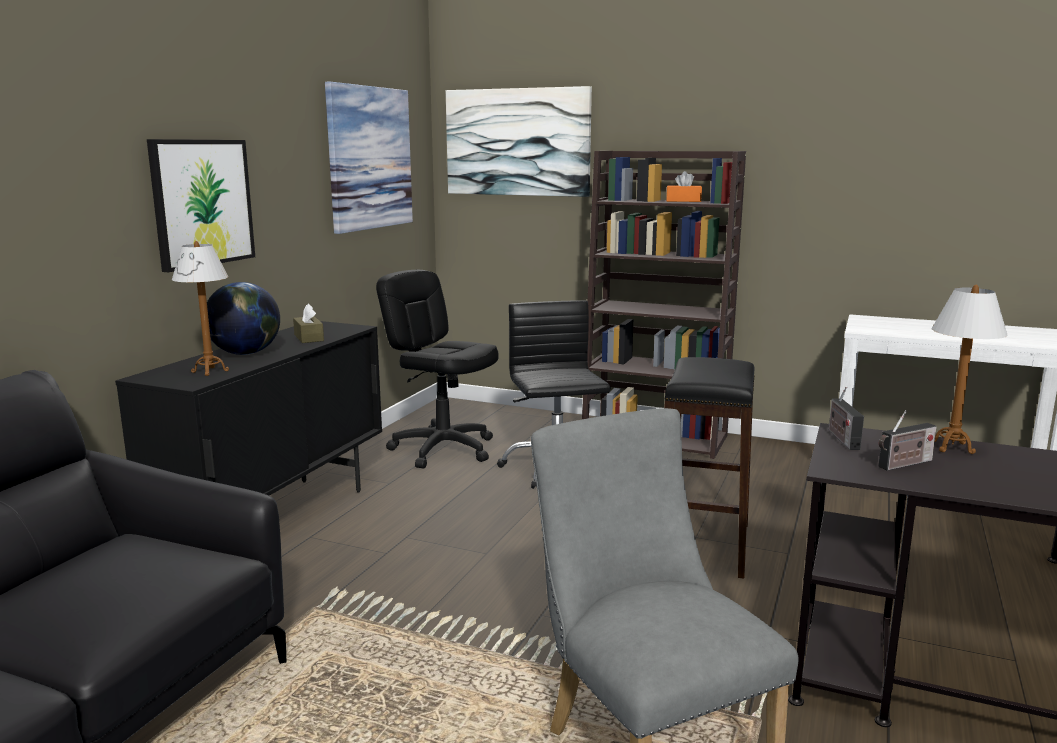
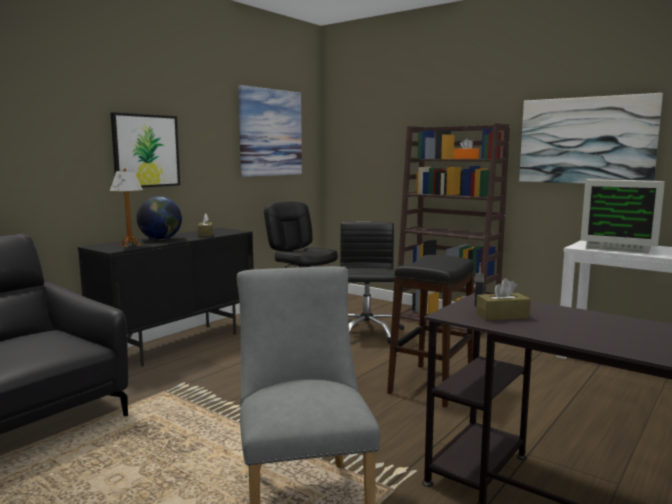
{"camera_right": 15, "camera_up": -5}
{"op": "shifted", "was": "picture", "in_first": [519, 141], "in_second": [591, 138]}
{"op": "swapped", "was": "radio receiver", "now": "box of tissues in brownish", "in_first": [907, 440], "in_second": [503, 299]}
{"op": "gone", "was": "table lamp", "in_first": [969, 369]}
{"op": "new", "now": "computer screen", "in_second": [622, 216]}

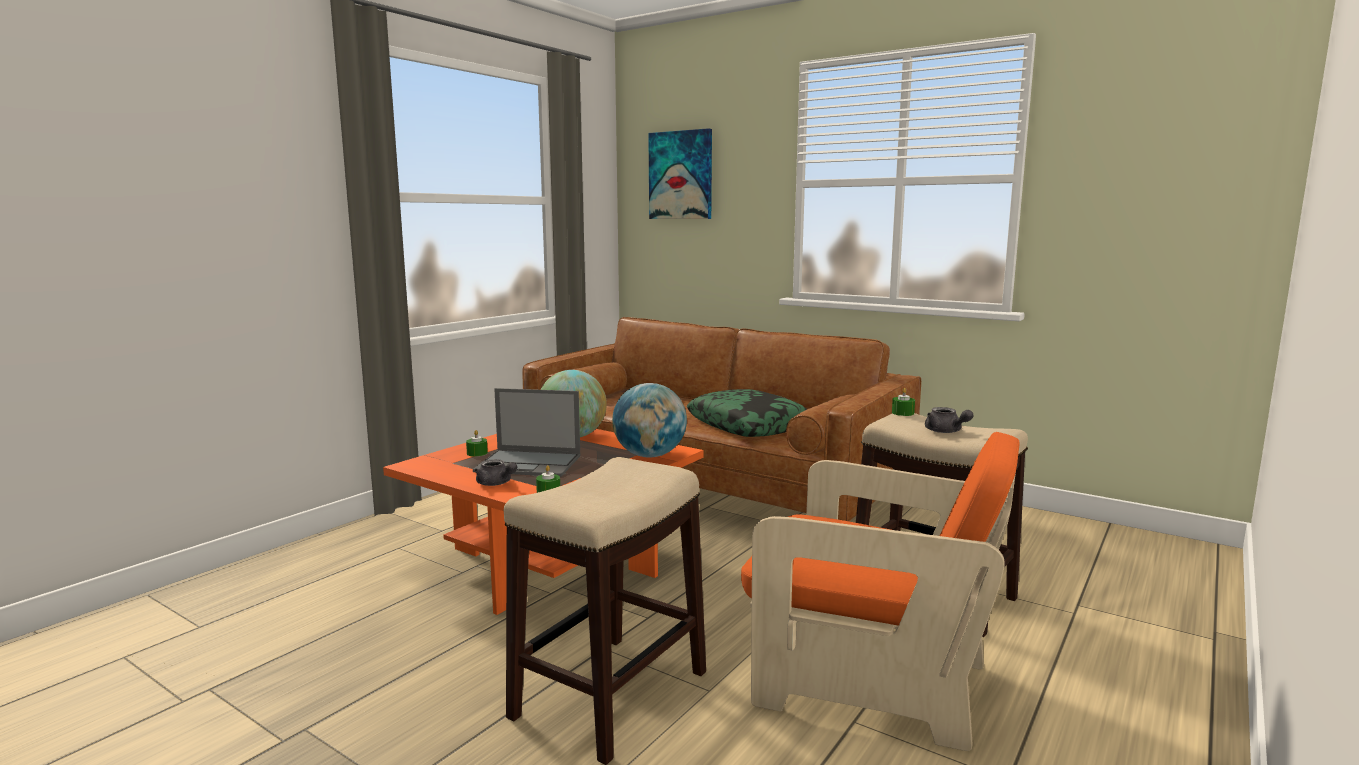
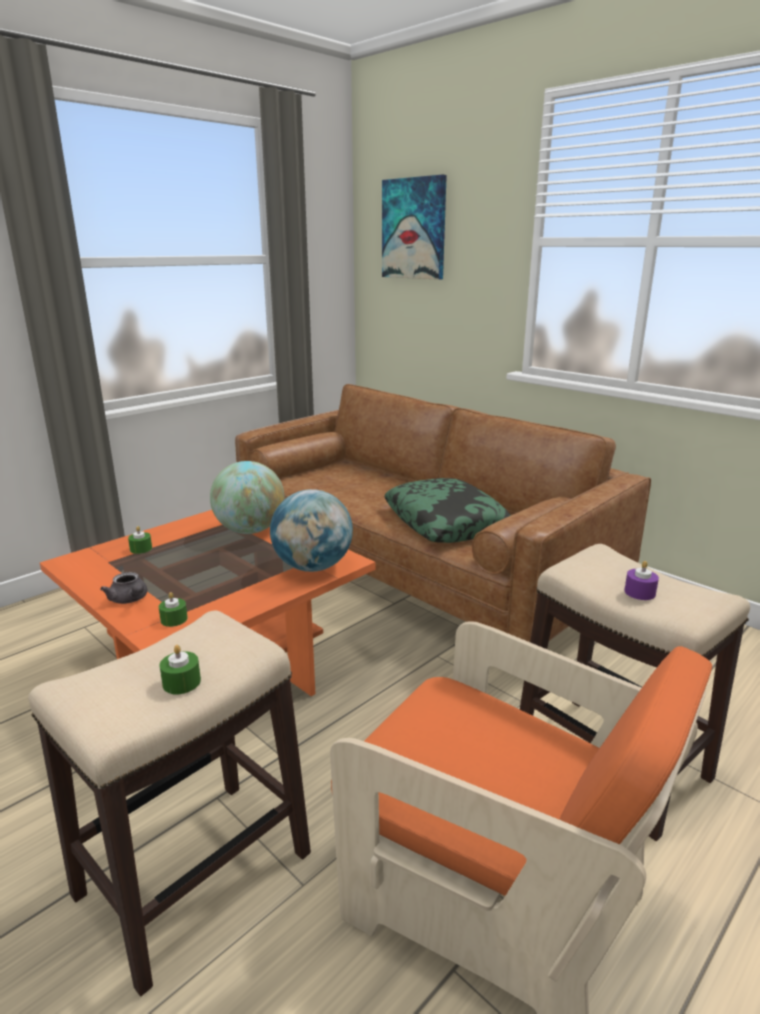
{"camera_right": 10, "camera_up": 10}
{"op": "gone", "was": "laptop", "in_first": [527, 432]}
{"op": "shifted", "was": "wax candle in greenish", "in_first": [903, 402], "in_second": [180, 669]}
{"op": "swapped", "was": "pot for tea in greyish", "now": "wax candle in purple-coloured", "in_first": [949, 420], "in_second": [641, 580]}

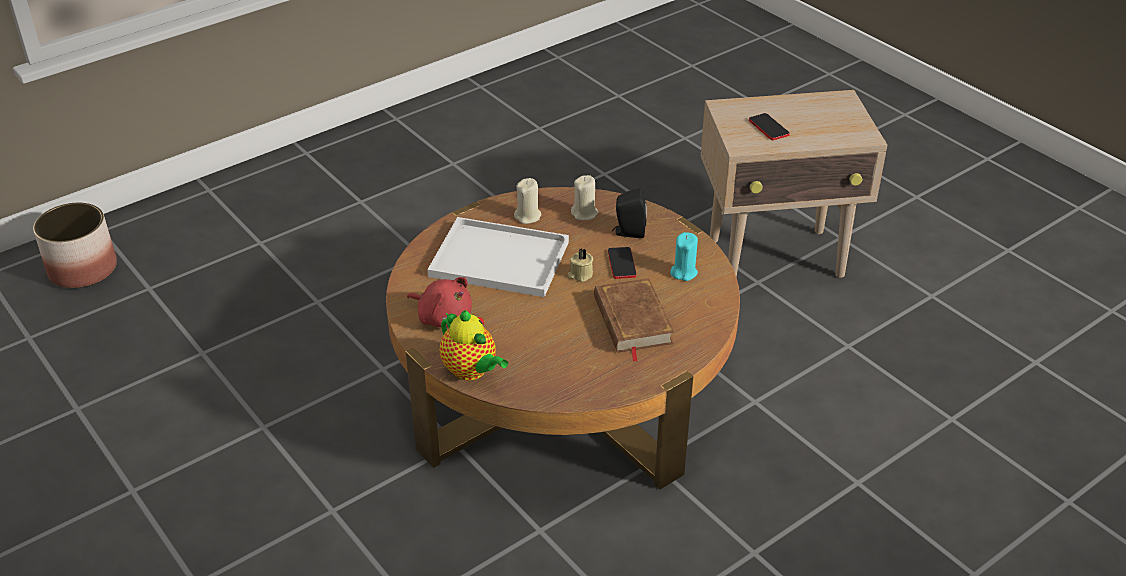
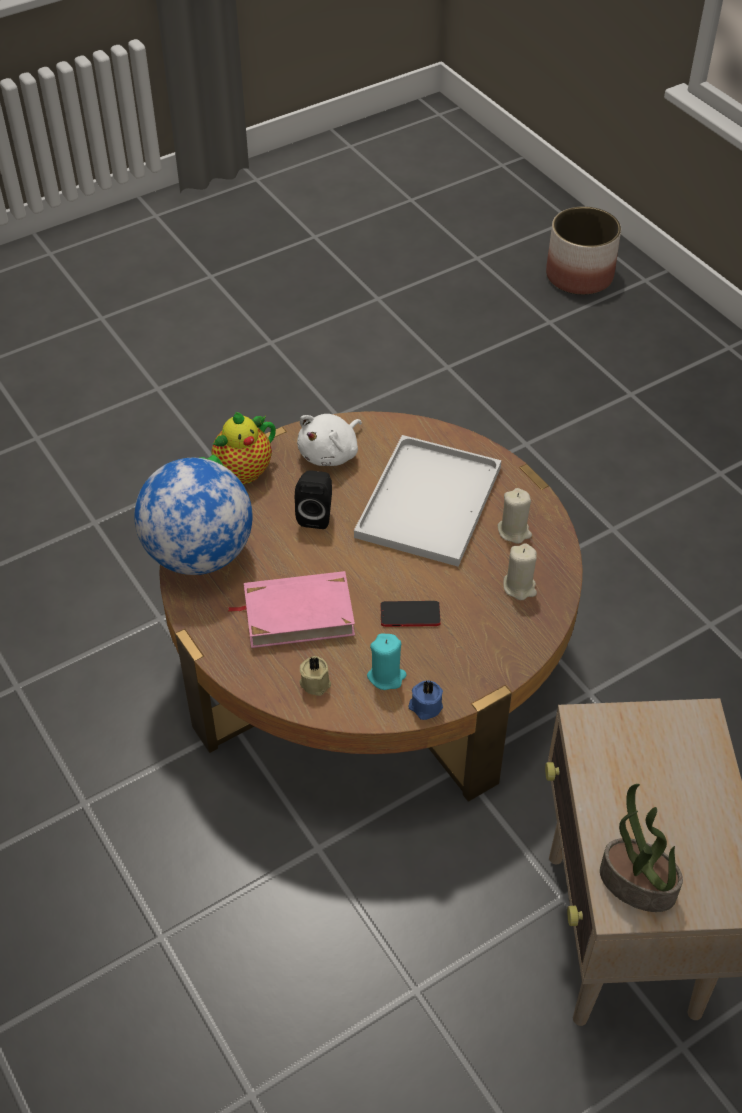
{"camera_right": 95, "camera_up": 10}
{"op": "repainted", "was": "soft toy in red-coloured", "now": "soft toy in white-coloured", "in_first": [439, 302], "in_second": [329, 440]}
{"op": "shifted", "was": "wax candle in beige", "in_first": [580, 265], "in_second": [315, 676]}
{"op": "repainted", "was": "volume in brownish", "now": "volume in pink-coloured", "in_first": [634, 320], "in_second": [291, 609]}
{"op": "shifted", "was": "audio speaker in black", "in_first": [629, 213], "in_second": [313, 499]}
{"op": "gone", "was": "phone", "in_first": [769, 126]}
{"op": "new", "now": "desk globe", "in_second": [193, 516]}
{"op": "new", "now": "wax candle in blue", "in_second": [425, 700]}
{"op": "new", "now": "houseplant", "in_second": [641, 848]}

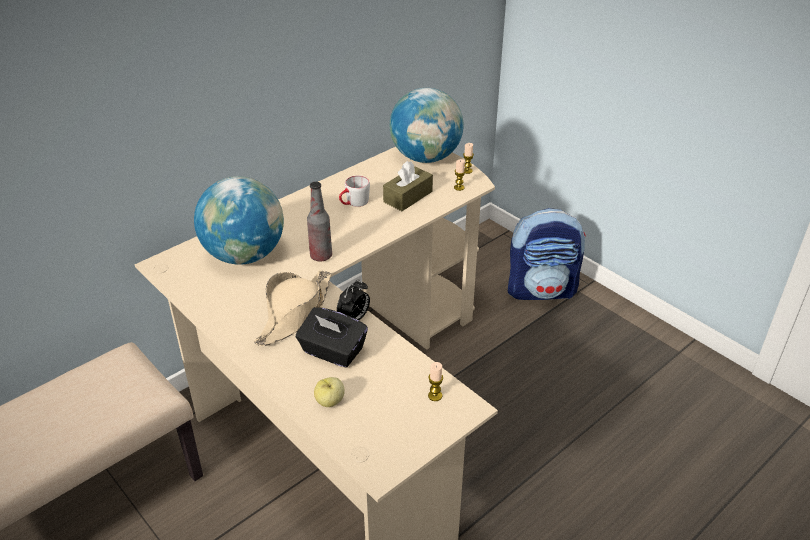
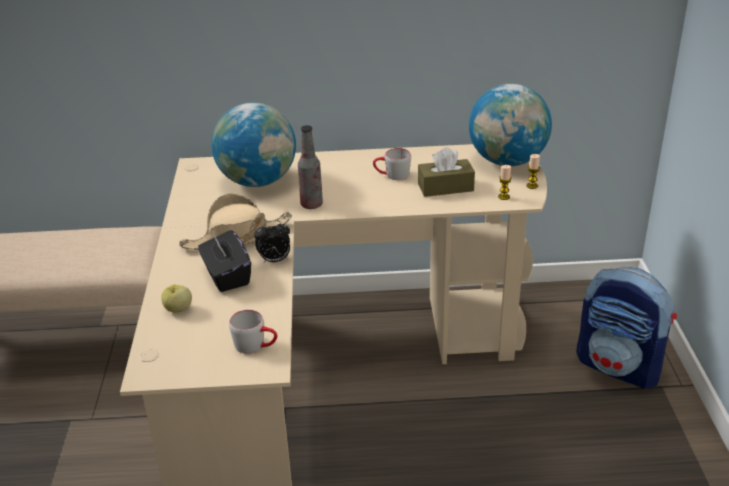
{"camera_right": 40, "camera_up": -5}
{"op": "swapped", "was": "wax candle", "now": "mug in greyish", "in_first": [435, 381], "in_second": [253, 331]}

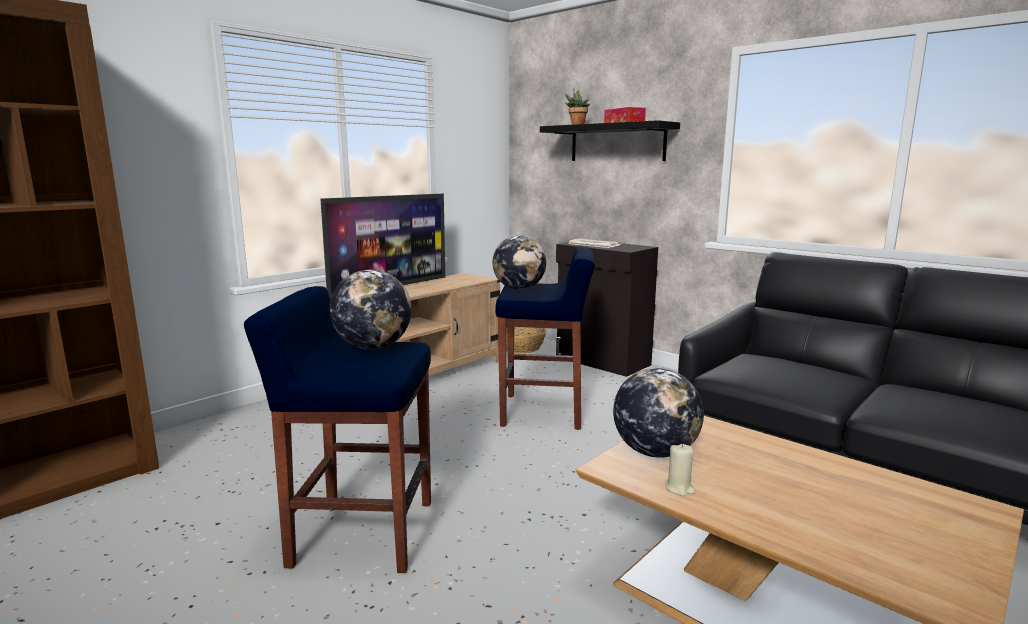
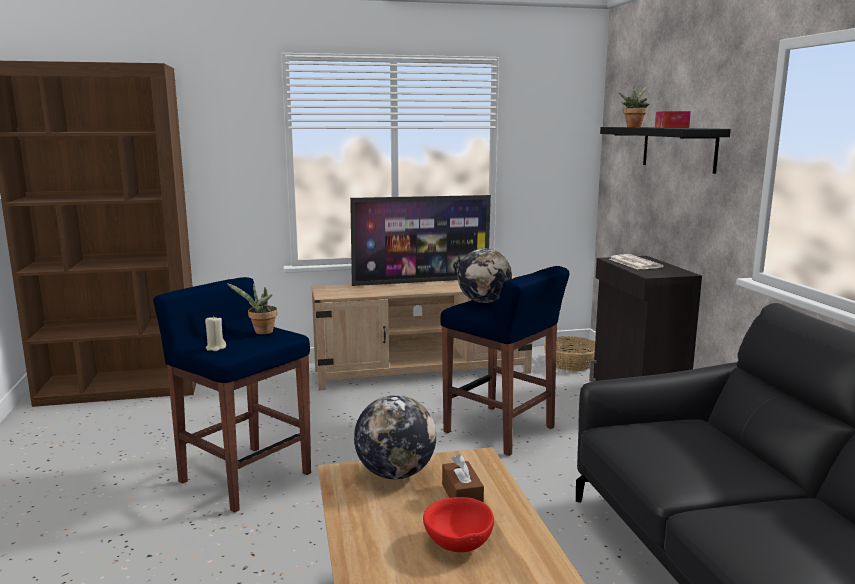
{"camera_right": 35, "camera_up": 0}
{"op": "swapped", "was": "desk globe", "now": "houseplant", "in_first": [371, 310], "in_second": [252, 308]}
{"op": "shifted", "was": "wax candle in beige", "in_first": [680, 469], "in_second": [215, 333]}
{"op": "new", "now": "deep dish in red-coloured", "in_second": [458, 524]}
{"op": "new", "now": "box of tissues in brownish", "in_second": [463, 478]}

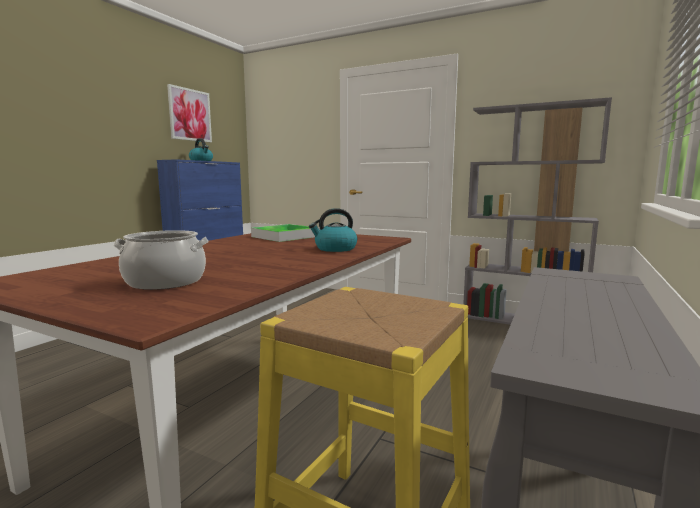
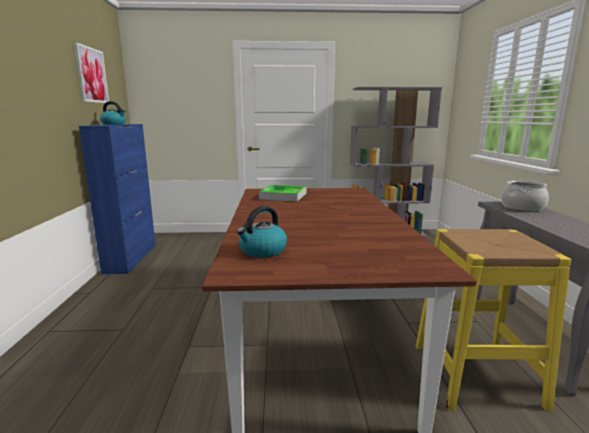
{"camera_right": -30, "camera_up": 5}
{"op": "shifted", "was": "saucepot", "in_first": [161, 260], "in_second": [525, 196]}
{"op": "shifted", "was": "water kettle", "in_first": [333, 230], "in_second": [262, 232]}

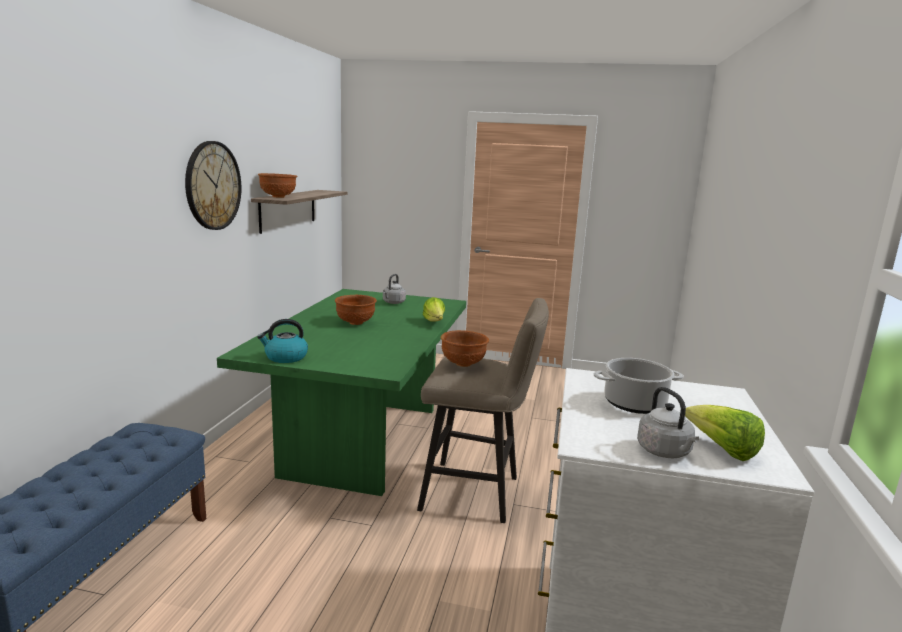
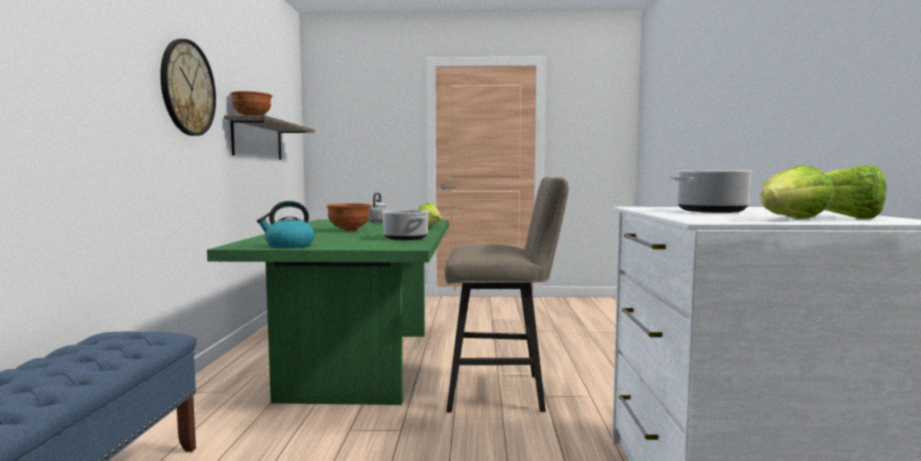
{"camera_right": -10, "camera_up": -10}
{"op": "gone", "was": "deep dish in brownish", "in_first": [465, 348]}
{"op": "swapped", "was": "water kettle in greyish", "now": "lettuce head", "in_first": [668, 422], "in_second": [797, 192]}
{"op": "new", "now": "saucepot", "in_second": [405, 225]}

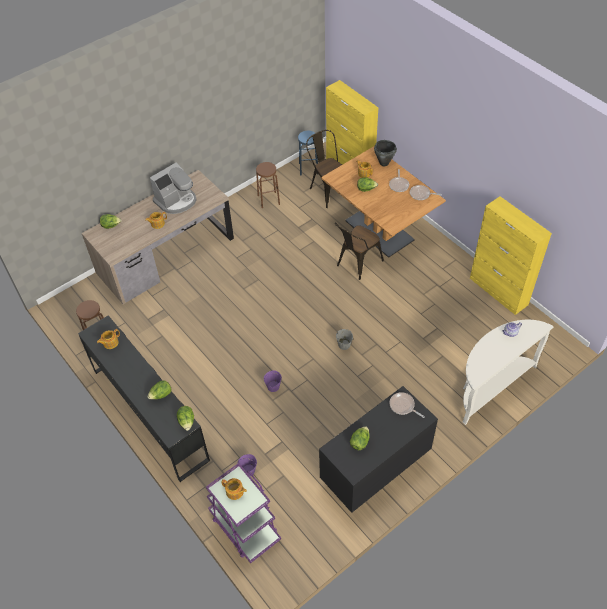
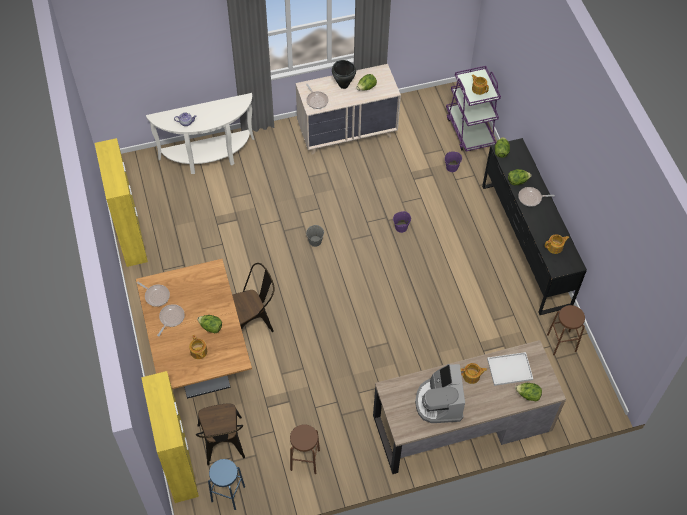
{"camera_right": -160, "camera_up": 5}
{"op": "rotated", "was": "coffee machine", "in_first": [173, 188], "in_second": [440, 393], "clockwise": -75}
{"op": "repainted", "was": "drawer chest in black", "now": "drawer chest in beige", "in_first": [378, 449], "in_second": [348, 109]}
{"op": "shifted", "was": "saucepot in black", "in_first": [385, 153], "in_second": [344, 74]}
{"op": "new", "now": "tray in white-coloured", "in_second": [510, 369]}
{"op": "new", "now": "pan", "in_second": [536, 197]}

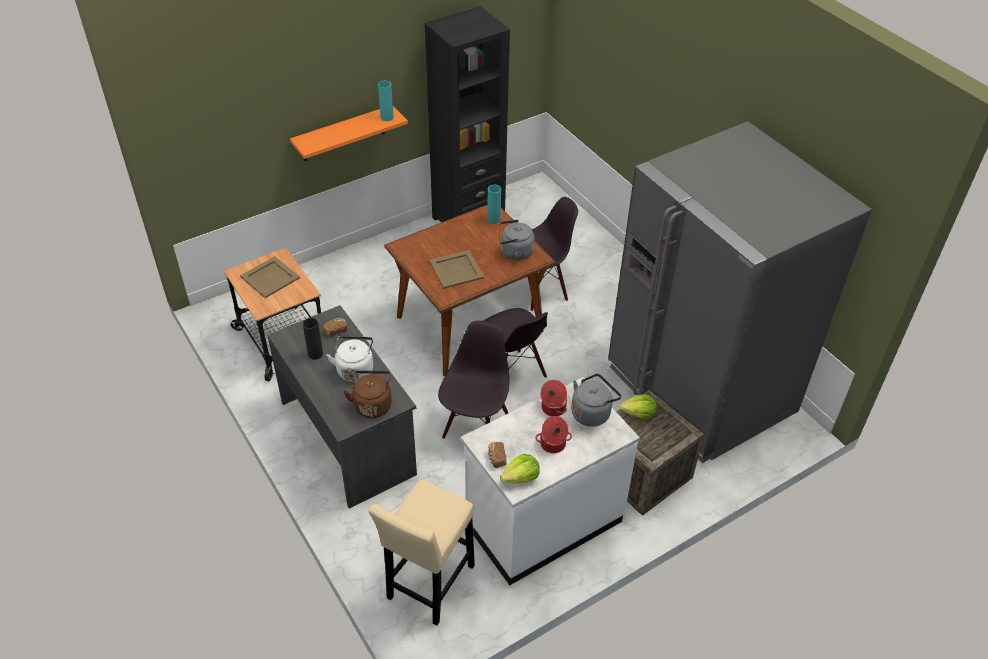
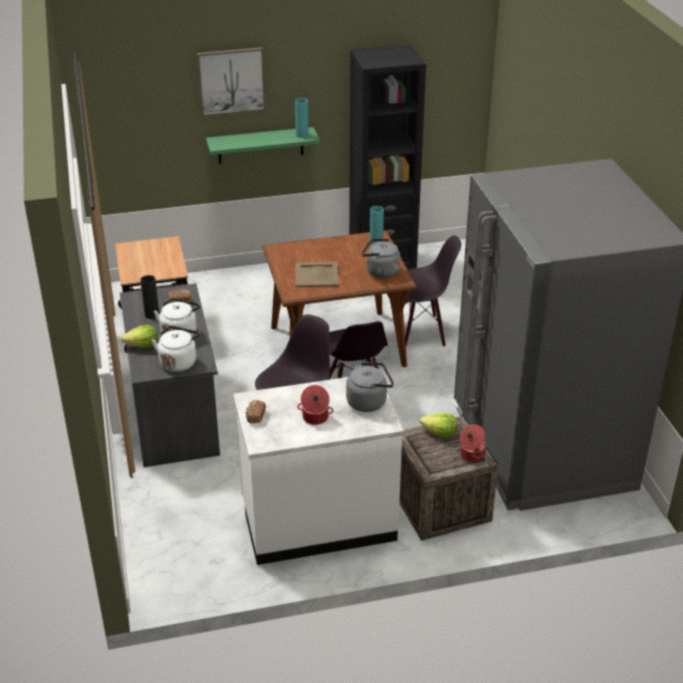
{"camera_right": 20, "camera_up": -10}
{"op": "gone", "was": "tray in beige", "in_first": [270, 277]}
{"op": "repainted", "was": "wall shelf in orange-coloured", "now": "wall shelf in greenish", "in_first": [349, 133], "in_second": [263, 145]}
{"op": "repainted", "was": "water kettle in brownish", "now": "water kettle in white-coloured", "in_first": [367, 394], "in_second": [176, 349]}
{"op": "gone", "was": "sitting stool in beige", "in_first": [422, 552]}
{"op": "shifted", "was": "lettuce head", "in_first": [520, 469], "in_second": [139, 336]}
{"op": "shifted", "was": "saucepot", "in_first": [553, 398], "in_second": [473, 443]}
{"op": "new", "now": "picture", "in_second": [231, 81]}

